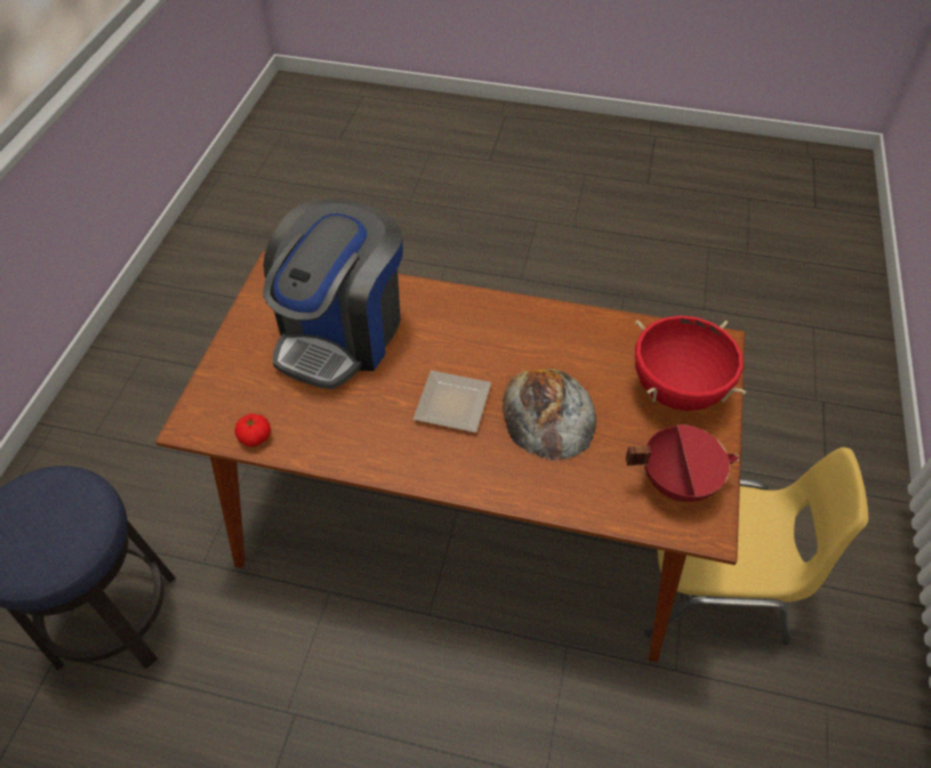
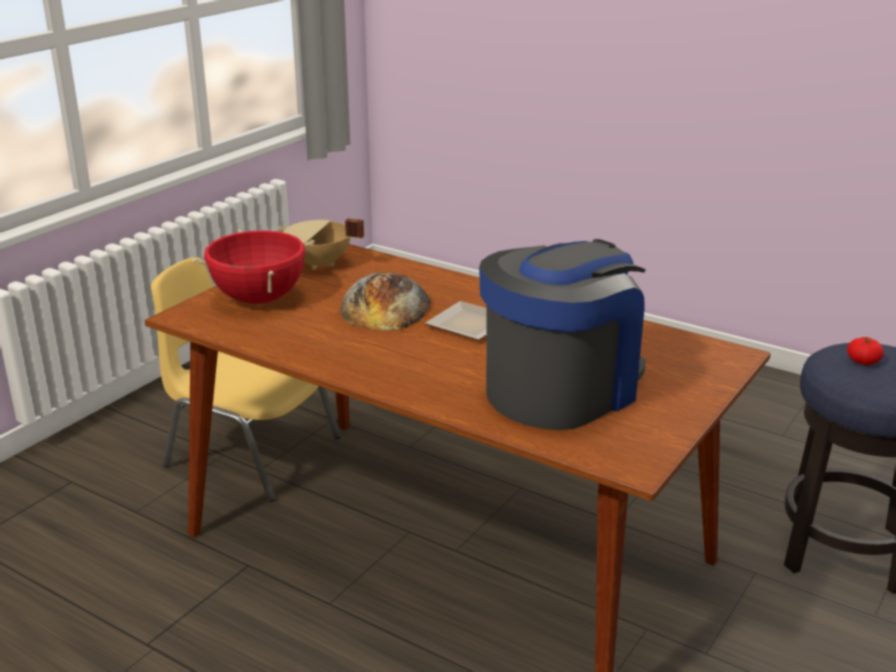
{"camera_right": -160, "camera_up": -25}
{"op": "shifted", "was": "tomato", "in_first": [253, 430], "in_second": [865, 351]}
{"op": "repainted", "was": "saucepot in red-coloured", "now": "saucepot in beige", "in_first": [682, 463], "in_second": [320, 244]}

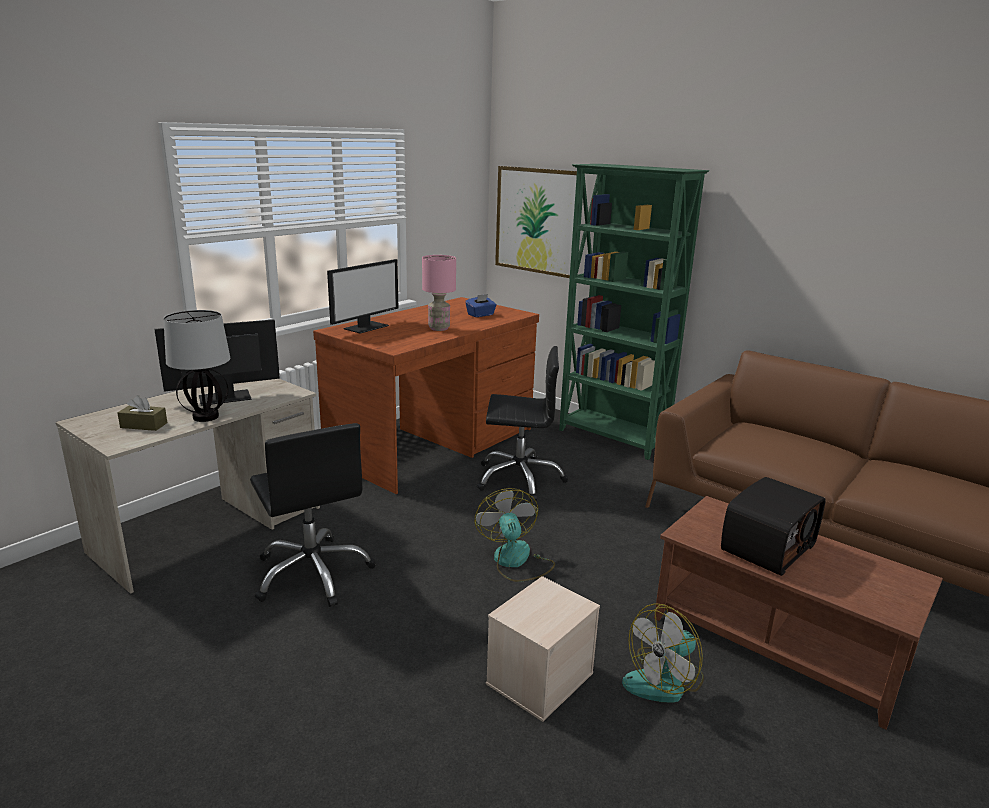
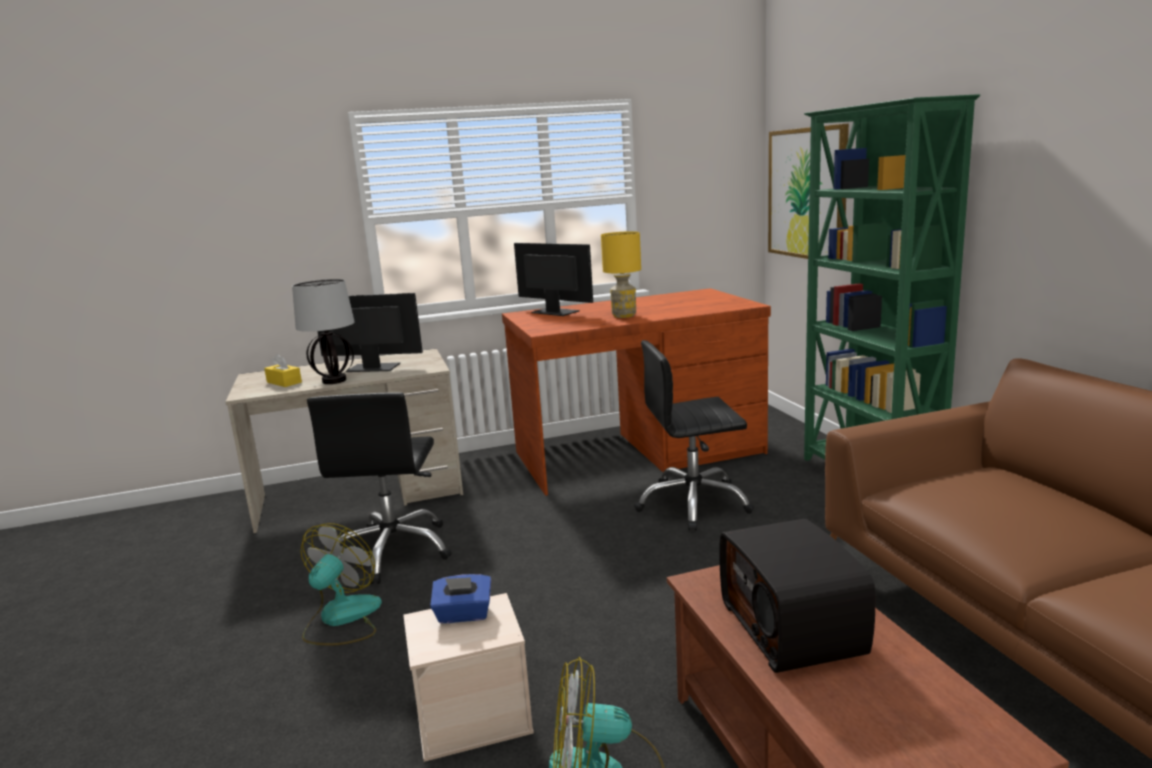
{"camera_right": 35, "camera_up": -5}
{"op": "repainted", "was": "box of tissues in brownish", "now": "box of tissues in yellow-coloured", "in_first": [142, 413], "in_second": [283, 370]}
{"op": "rotated", "was": "computer screen", "in_first": [362, 296], "in_second": [553, 279], "clockwise": -120}
{"op": "repainted", "was": "table lamp in pink-coloured", "now": "table lamp in yellow-coloured", "in_first": [439, 293], "in_second": [621, 274]}
{"op": "shifted", "was": "box of tissues in blue", "in_first": [481, 305], "in_second": [460, 598]}
{"op": "shifted", "was": "fan", "in_first": [515, 535], "in_second": [341, 584]}
{"op": "rotated", "was": "desk chair in black", "in_first": [522, 423], "in_second": [694, 435], "clockwise": 135}
{"op": "rotated", "was": "radio receiver", "in_first": [773, 526], "in_second": [797, 596], "clockwise": 90}

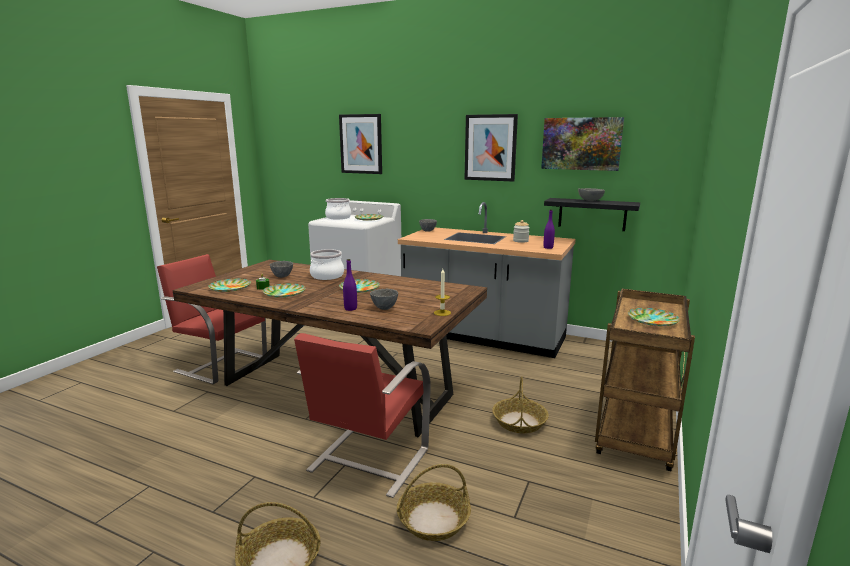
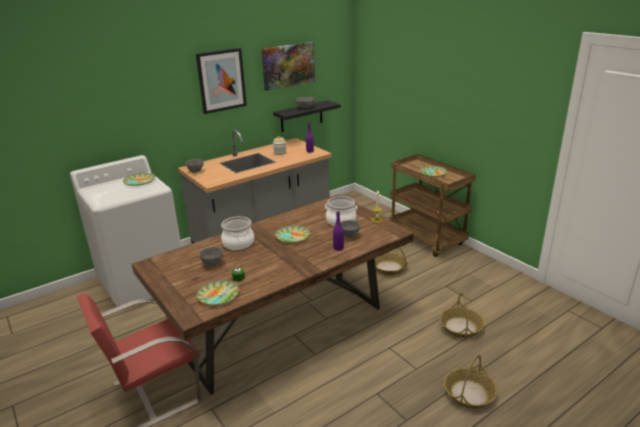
{"camera_right": -60, "camera_up": 10}
{"op": "gone", "was": "dinner plate", "in_first": [284, 290]}
{"op": "gone", "was": "plain chair in red-coloured", "in_first": [362, 415]}
{"op": "shifted", "was": "saucepot", "in_first": [338, 208], "in_second": [341, 211]}
{"op": "gone", "was": "picture", "in_first": [360, 144]}

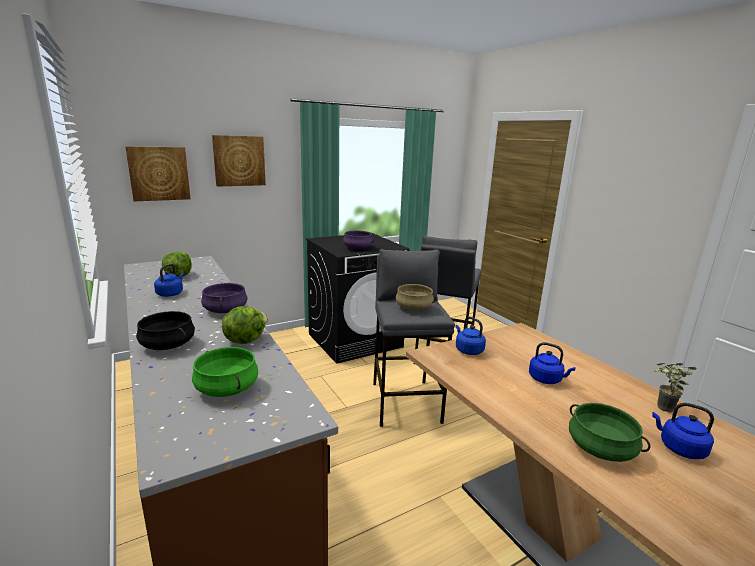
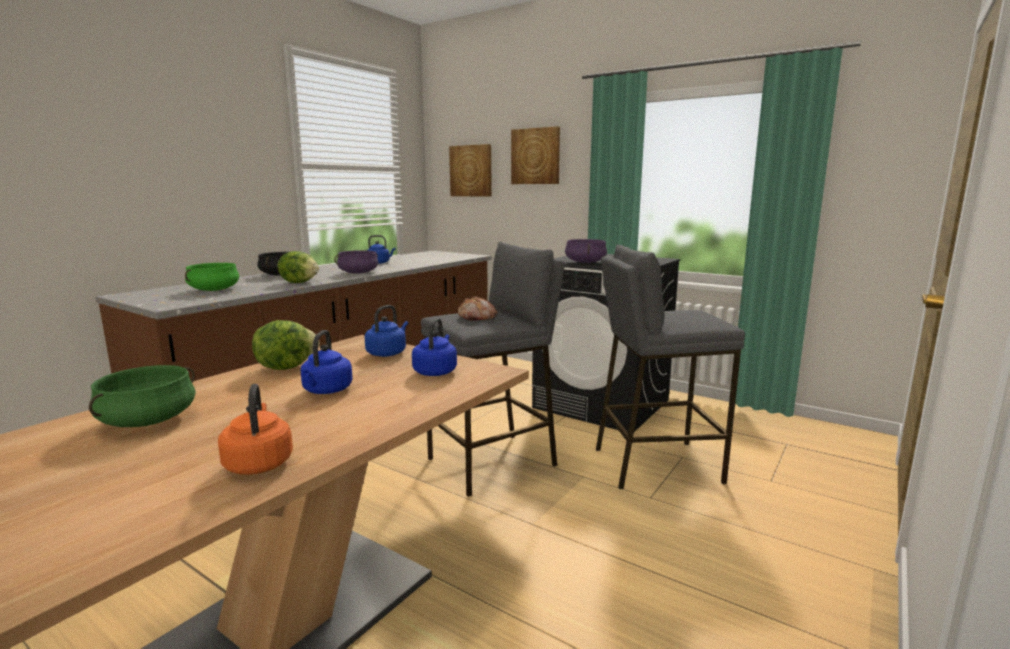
{"camera_right": 65, "camera_up": -5}
{"op": "shifted", "was": "lettuce head", "in_first": [176, 264], "in_second": [285, 345]}
{"op": "swapped", "was": "saucepot in beige", "now": "baked bread", "in_first": [415, 297], "in_second": [478, 308]}
{"op": "shifted", "was": "water kettle in blue", "in_first": [683, 431], "in_second": [434, 347]}
{"op": "swapped", "was": "houseplant", "now": "water kettle in orange-coloured", "in_first": [675, 387], "in_second": [255, 429]}

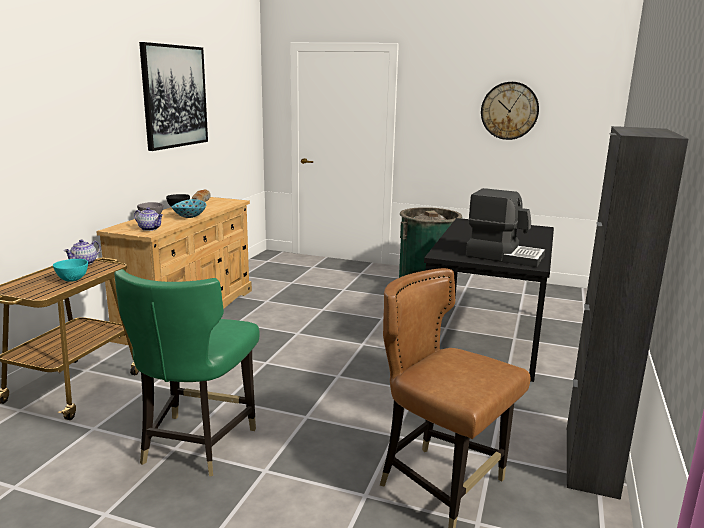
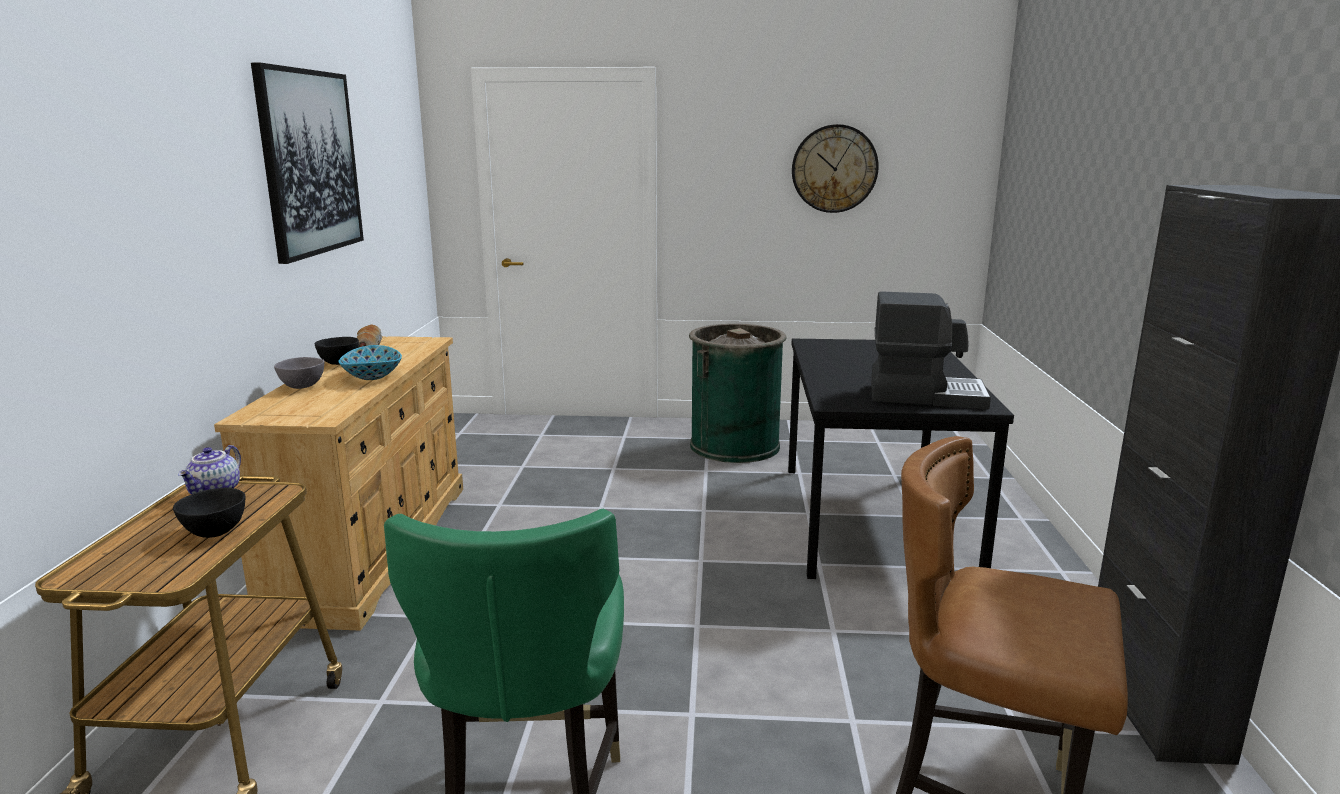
{"camera_right": -15, "camera_up": 0}
{"op": "repainted", "was": "deep dish in turquoise", "now": "deep dish in black", "in_first": [70, 270], "in_second": [209, 513]}
{"op": "gone", "was": "pot for tea", "in_first": [148, 219]}

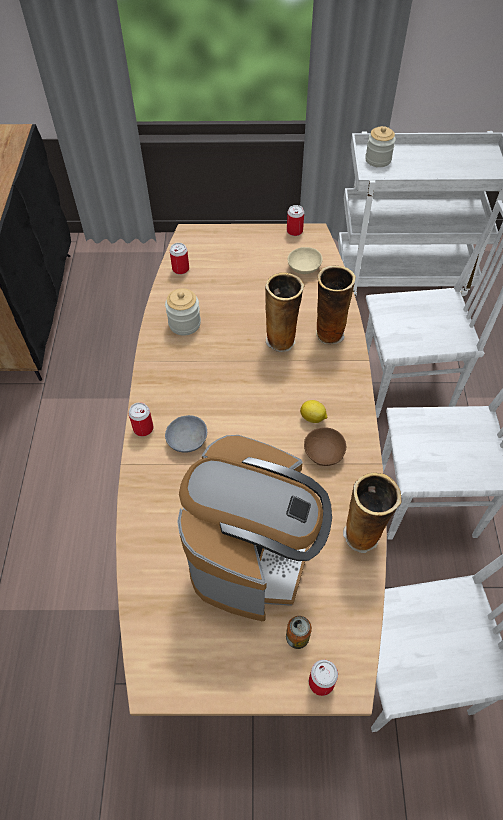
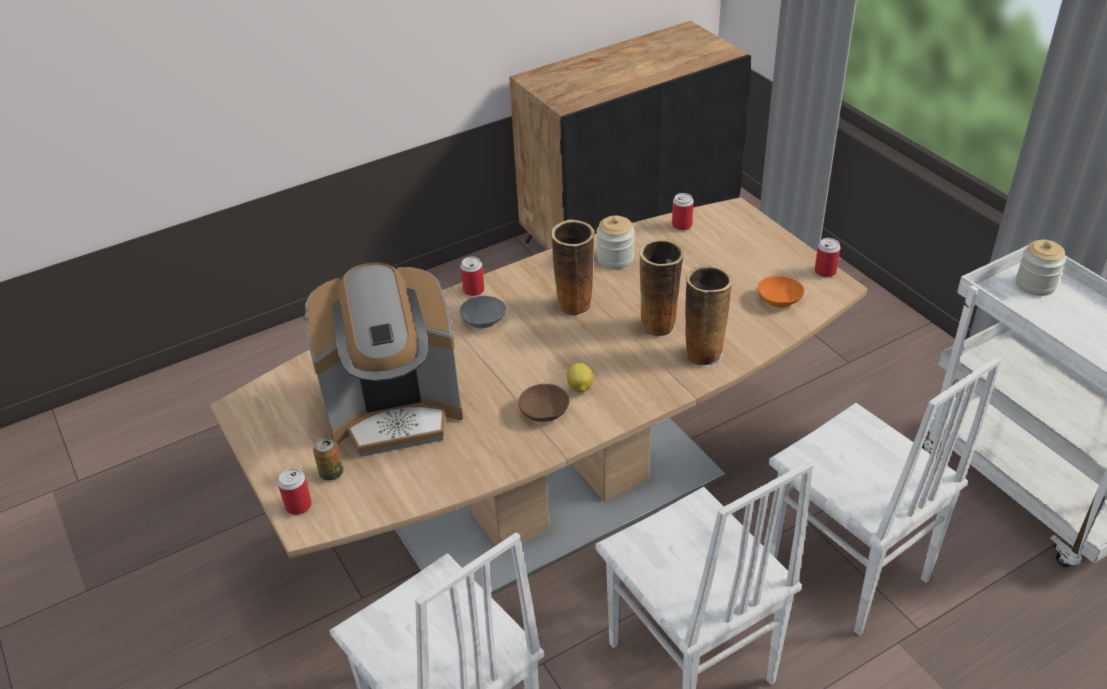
{"camera_right": 60, "camera_up": -15}
{"op": "repainted", "was": "deep dish in beige", "now": "deep dish in orange-coloured", "in_first": [305, 260], "in_second": [781, 292]}
{"op": "shifted", "was": "vase", "in_first": [372, 512], "in_second": [573, 268]}

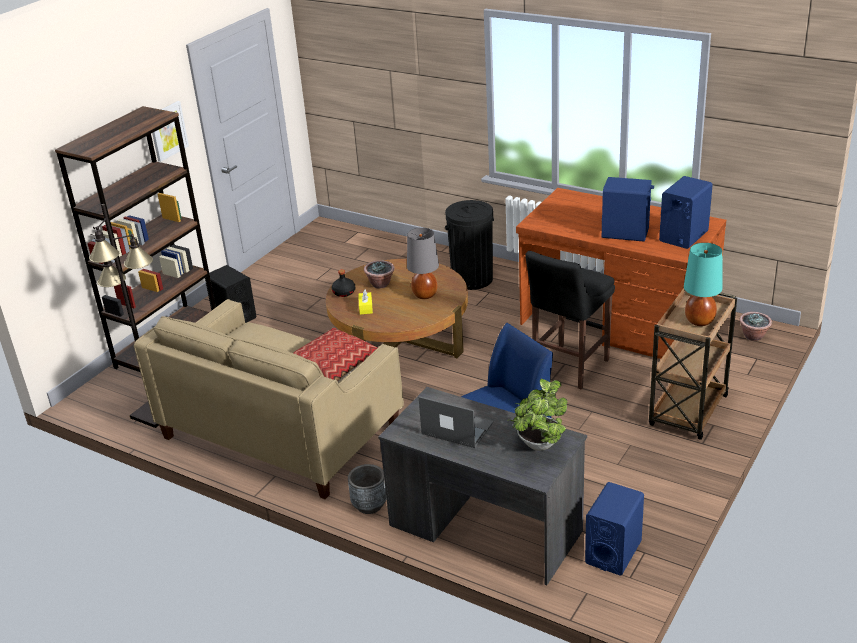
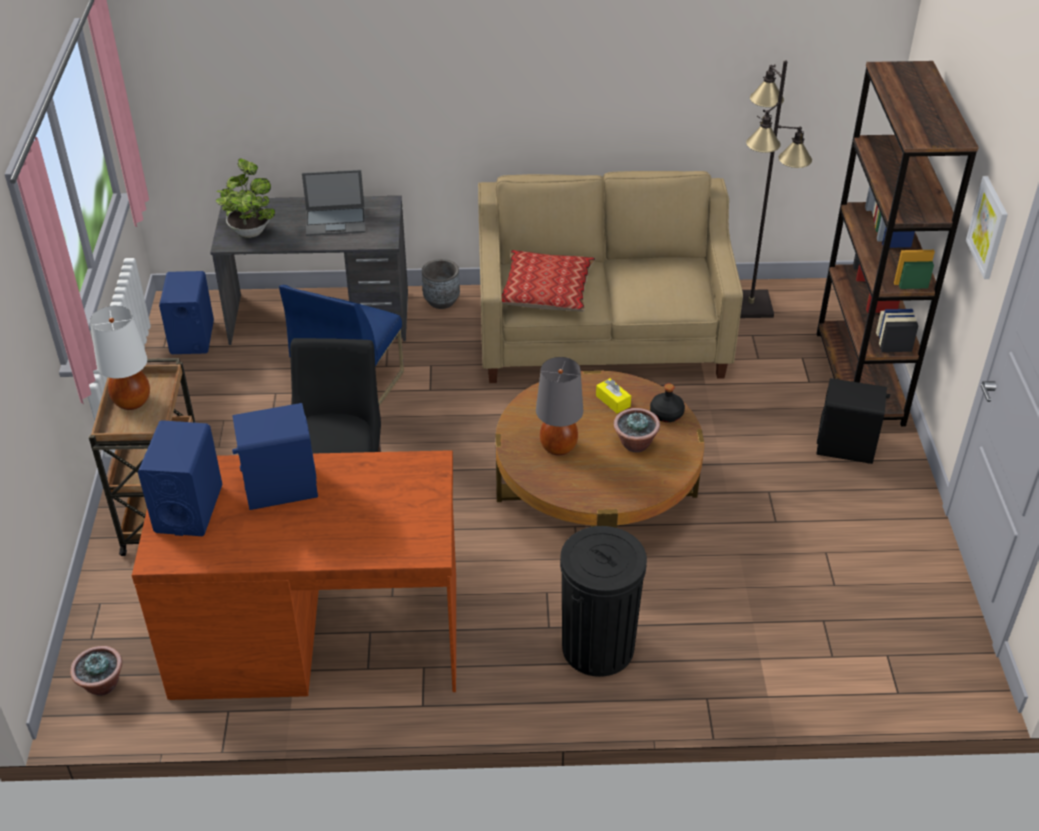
{"camera_right": 145, "camera_up": 10}
{"op": "repainted", "was": "table lamp in turquoise", "now": "table lamp in white-coloured", "in_first": [703, 284], "in_second": [120, 358]}

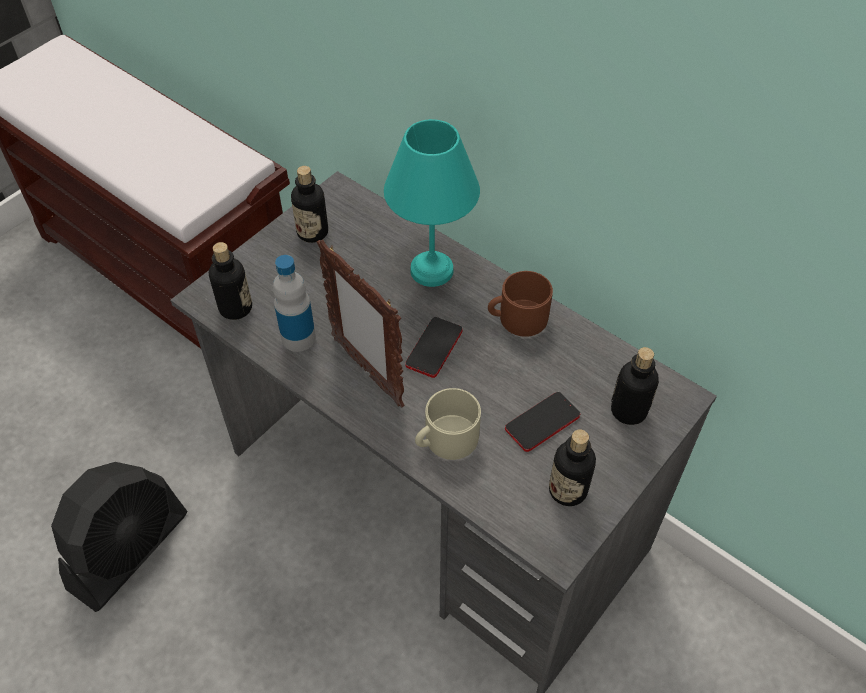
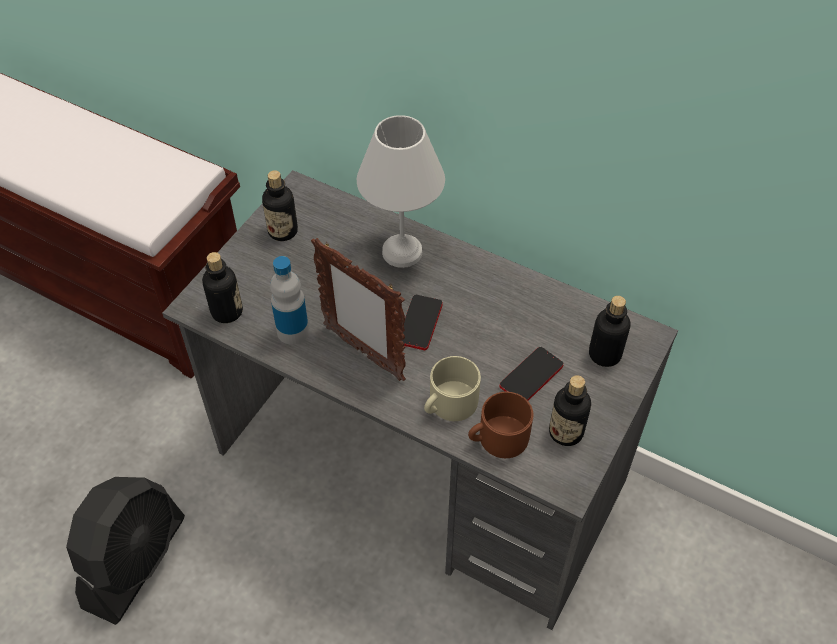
{"camera_right": -10, "camera_up": 0}
{"op": "repainted", "was": "table lamp in turquoise", "now": "table lamp in white-coloured", "in_first": [432, 203], "in_second": [401, 191]}
{"op": "shifted", "was": "mug in brownish", "in_first": [520, 304], "in_second": [500, 425]}

